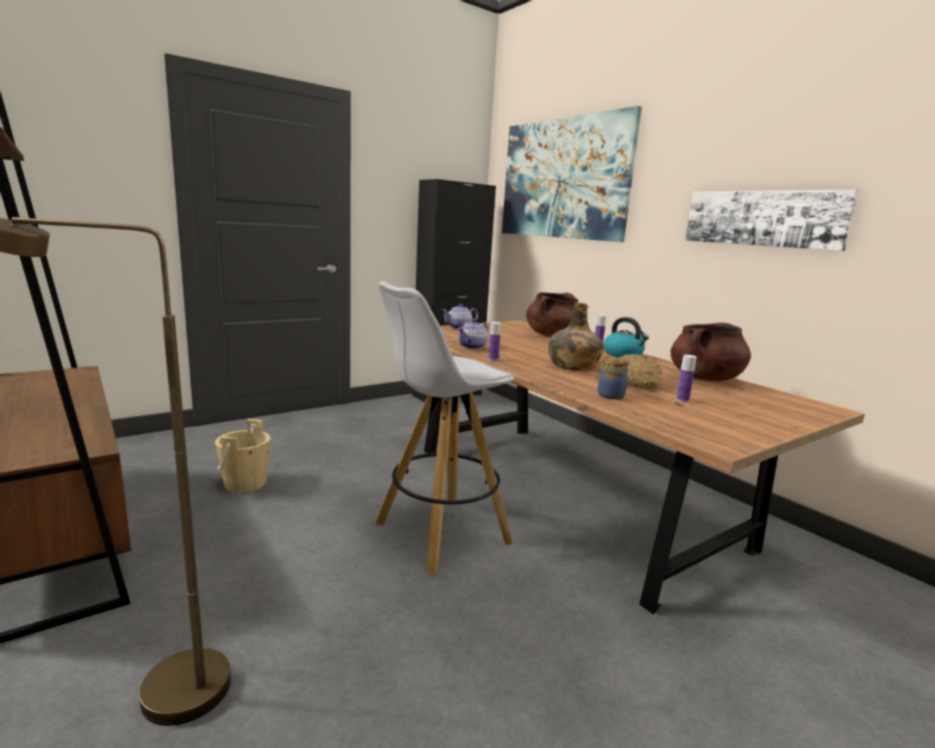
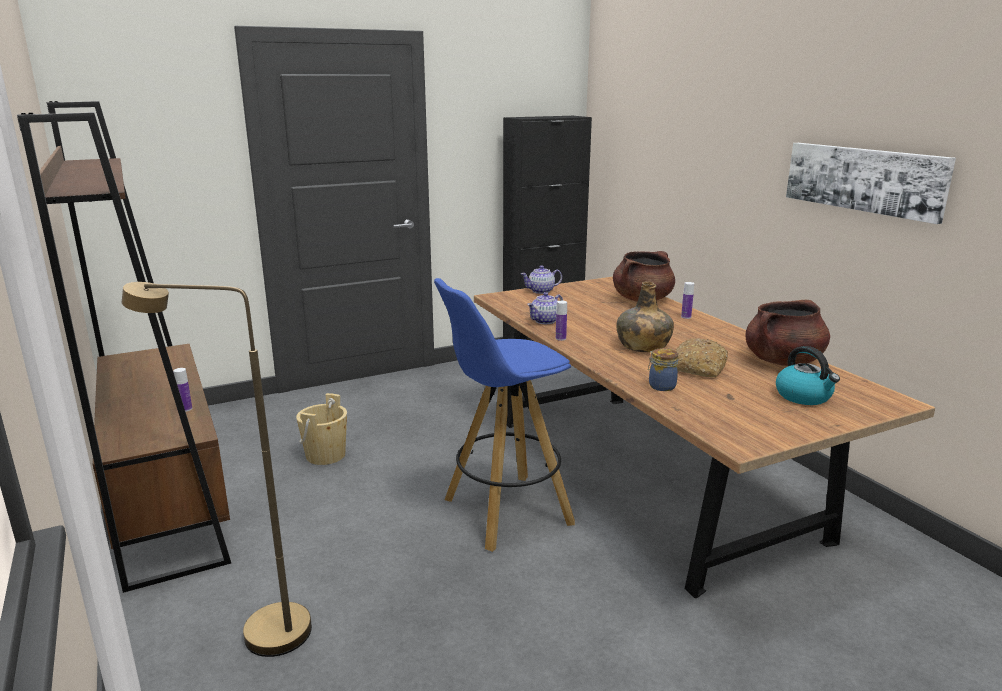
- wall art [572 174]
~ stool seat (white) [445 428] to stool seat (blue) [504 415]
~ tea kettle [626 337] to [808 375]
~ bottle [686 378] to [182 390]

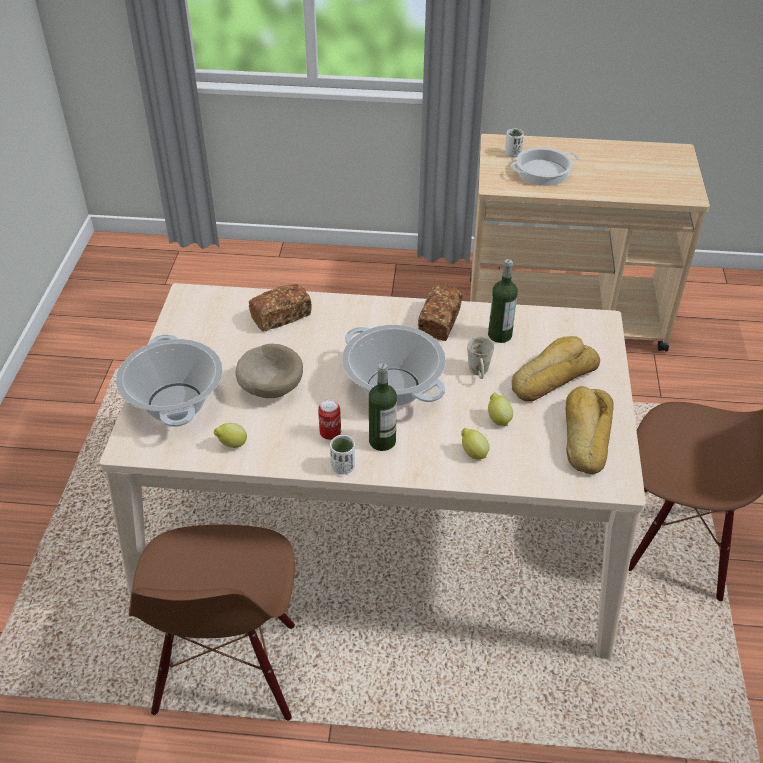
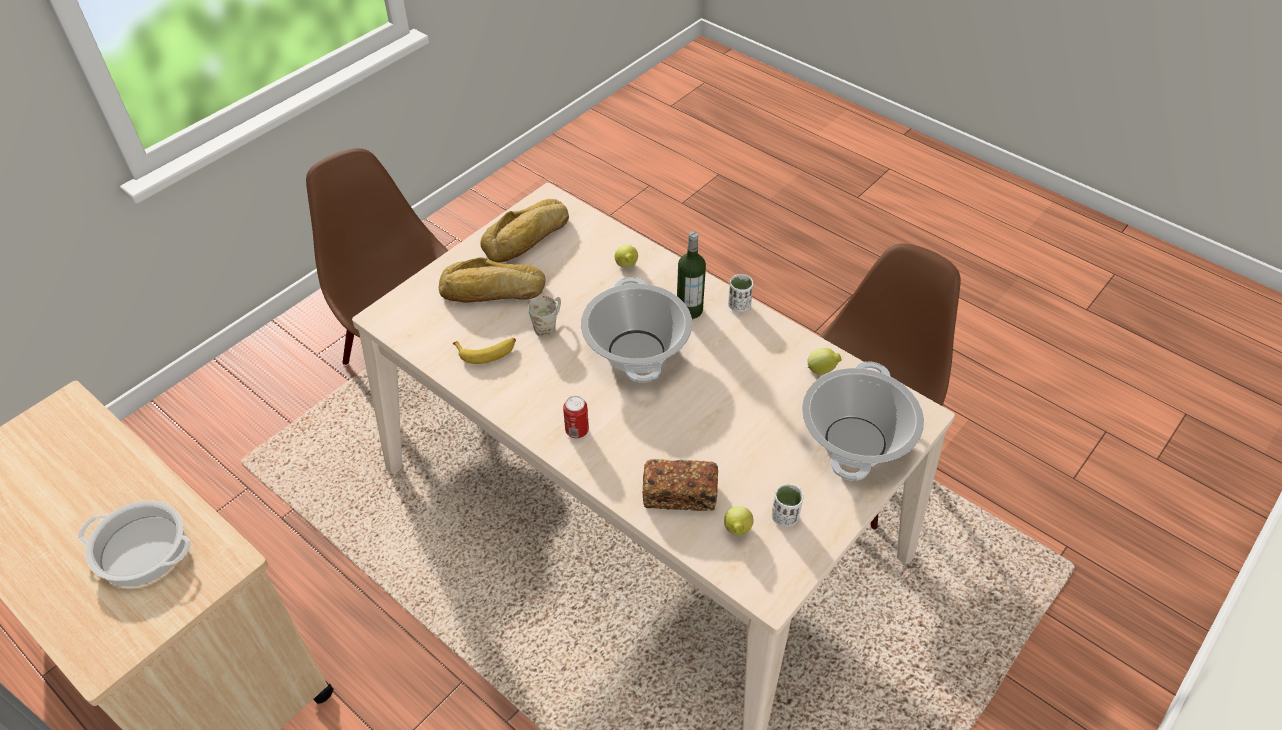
~ cup (white) [514 143] to [787 505]
~ bottle [503 301] to banana fruit [484 351]
- baked bread [440 312]
- serving bowl (beige) [269 371]
~ citrus fruit [500 409] to [738 521]
~ sealed can [329 419] to [576 417]

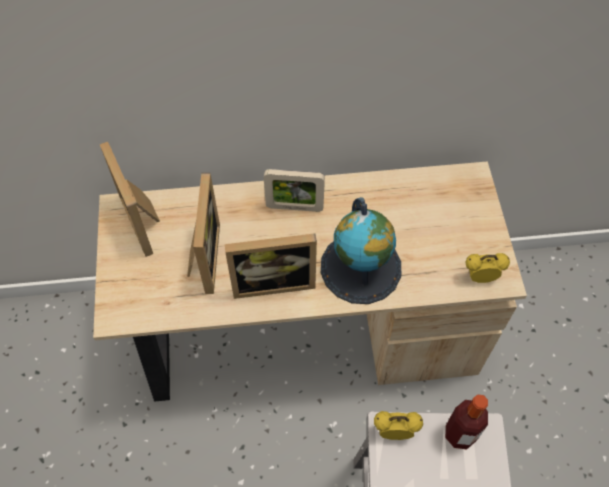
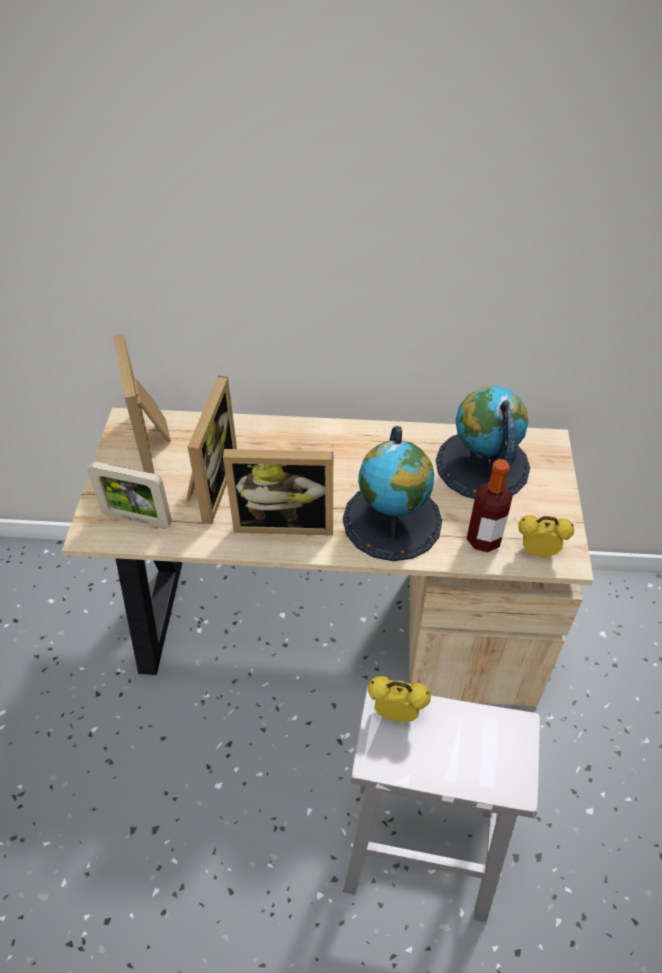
~ picture frame [294 190] to [129 495]
~ bottle [466 421] to [489 505]
+ desk globe [483 442]

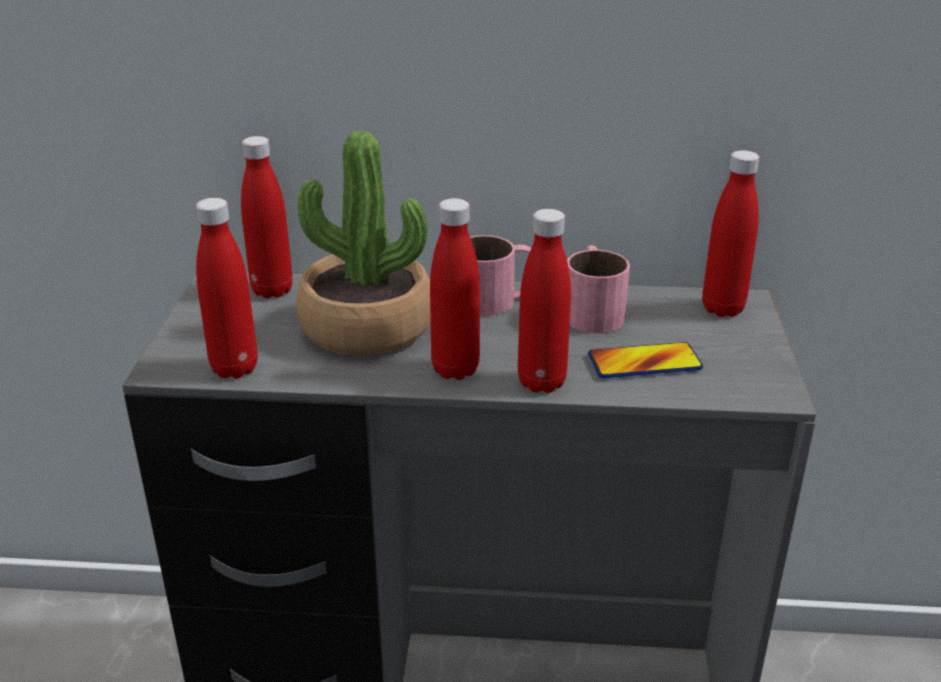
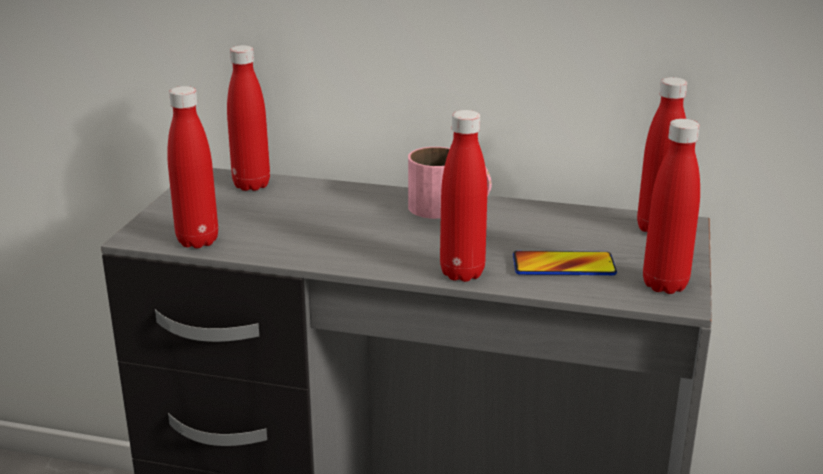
- houseplant [363 243]
~ bottle (reddish) [455 289] to [671 206]
- tea mug (pink) [598 289]

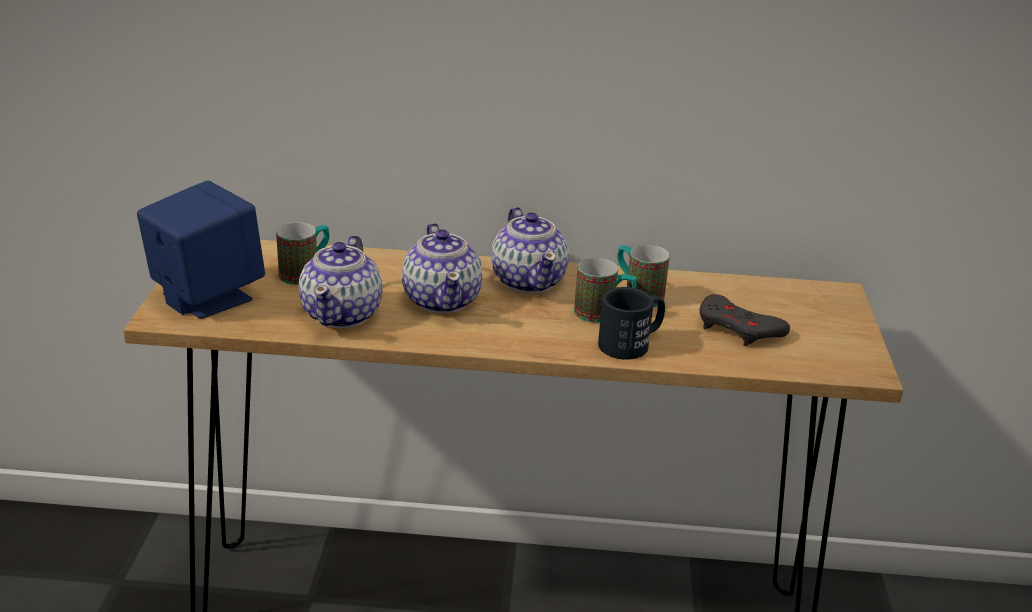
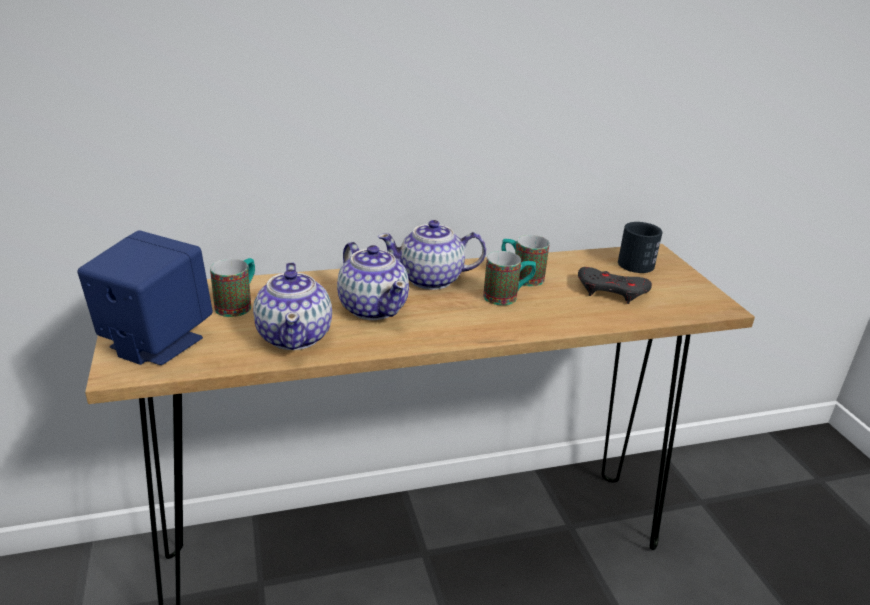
~ pot for tea [530 250] = [432 255] 120 degrees clockwise
~ tea mug (black) [631 323] to [640 247]

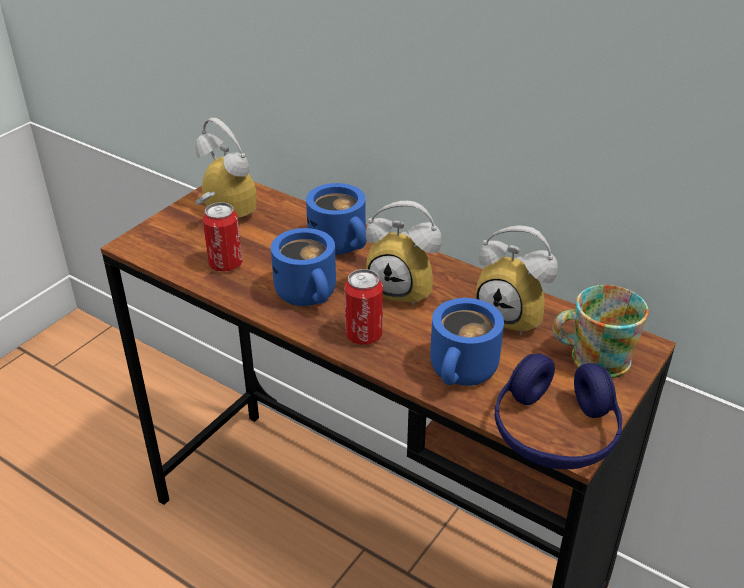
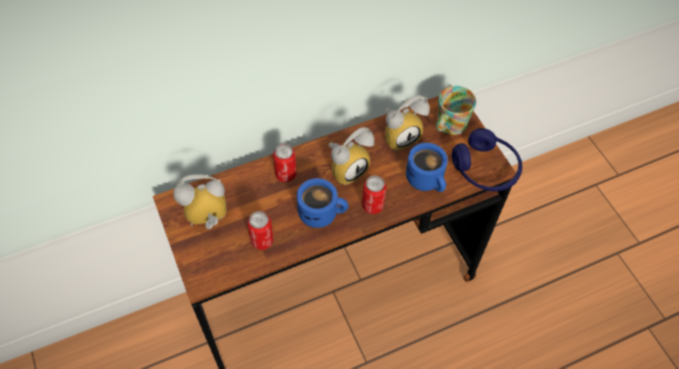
~ tea mug (blue) [336 219] to sealed can [285 163]

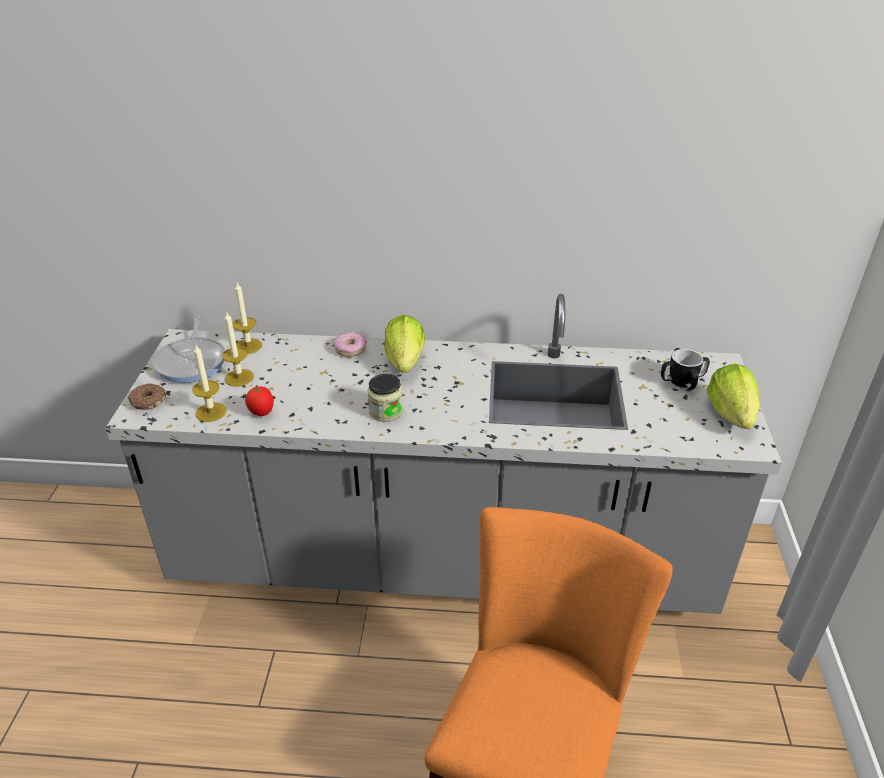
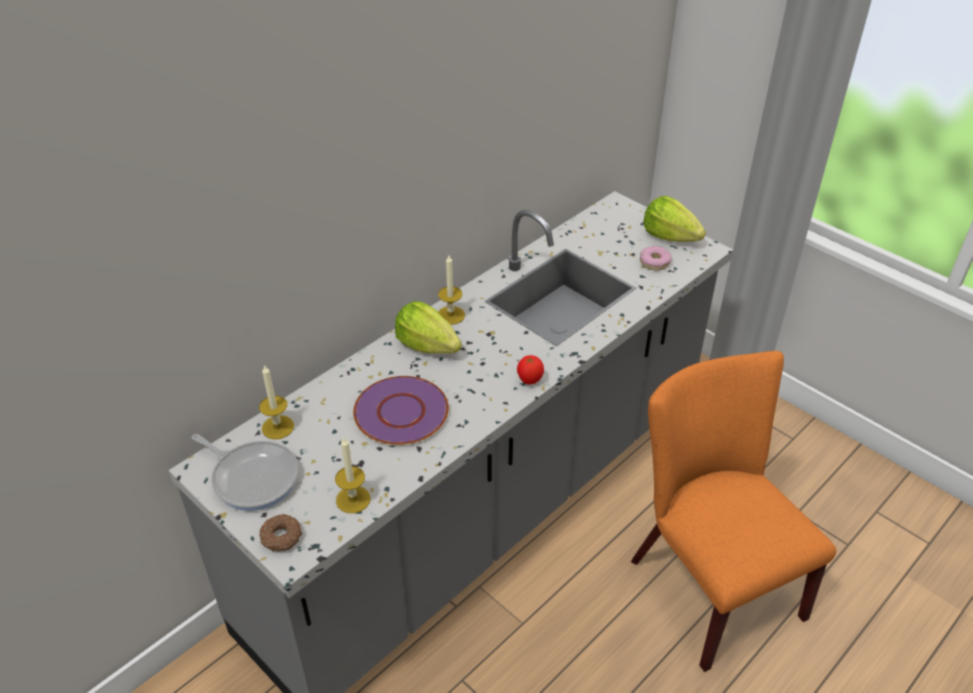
~ wax light [238 348] to [451 290]
~ doughnut [350 344] to [655 258]
- tea mug [685 369]
- storage jar [385 398]
~ whole tomato [259 401] to [530 370]
+ dinner plate (purplish) [401 410]

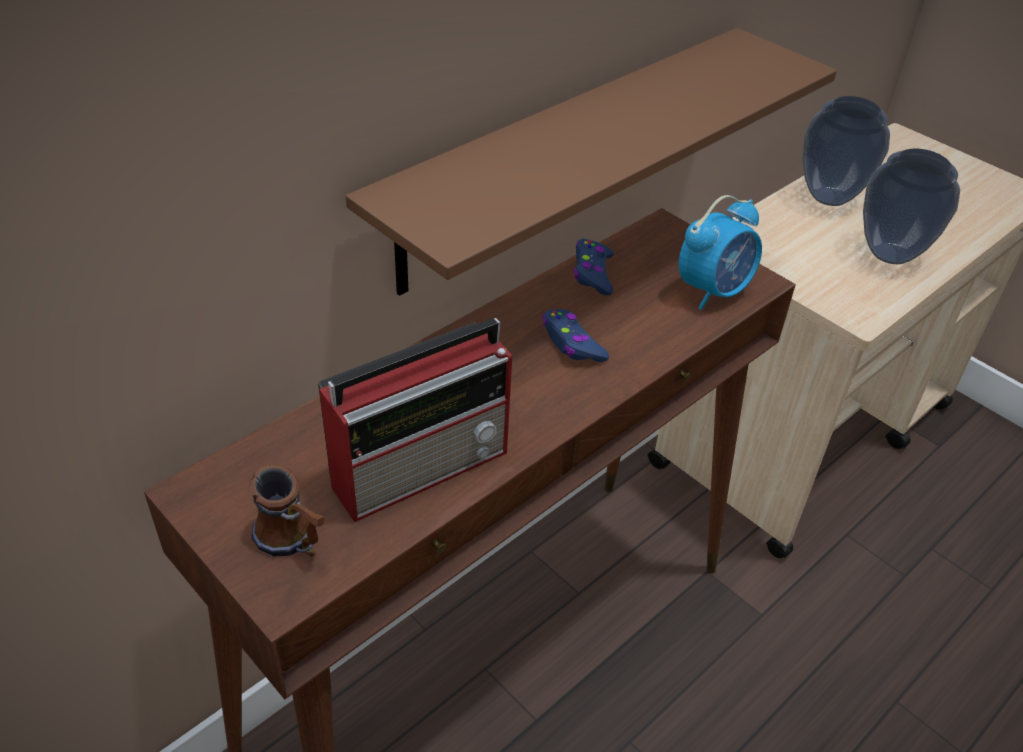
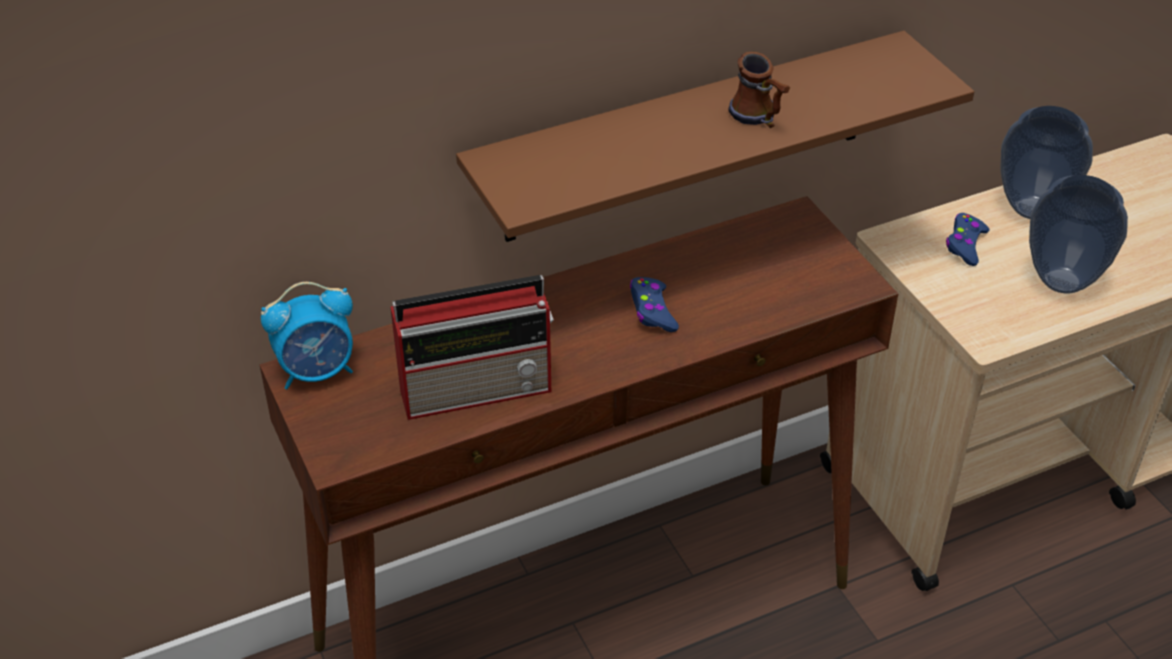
~ table clock [720 252] to [307 335]
~ game controller (blue) [593 267] to [967 239]
~ tea mug [287 510] to [759 90]

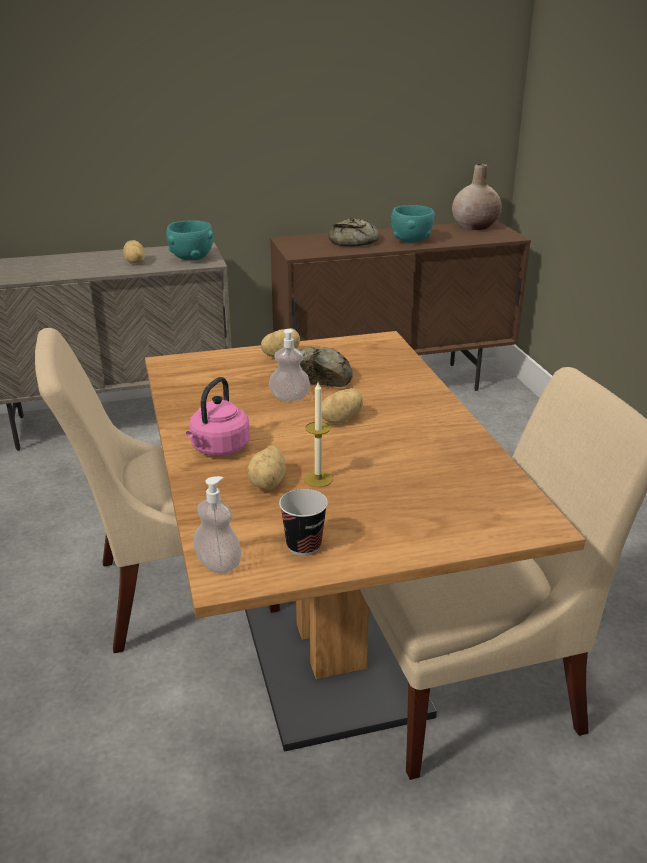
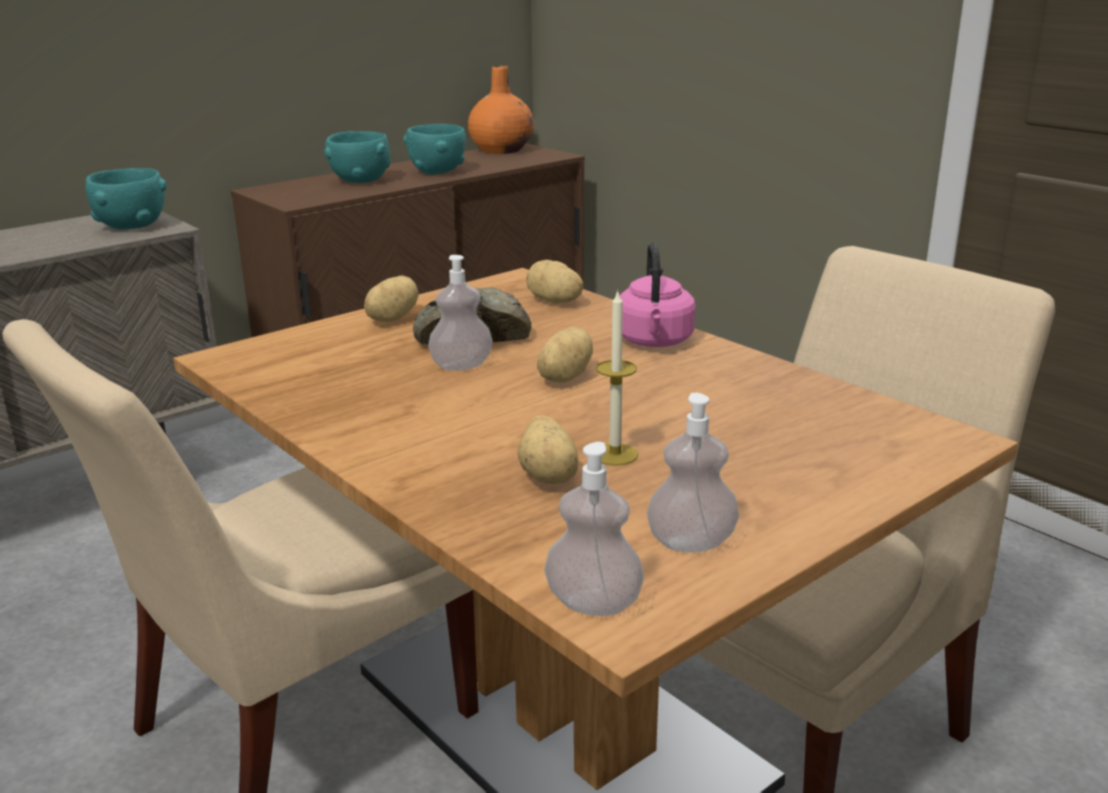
~ vase (beige) [477 197] to vase (orange-coloured) [501 110]
~ baked bread [354 232] to serving bowl (turquoise-coloured) [357 157]
~ spud [134 251] to [555 281]
~ tea kettle (pink) [218 416] to [658 295]
~ cup [303 522] to soap bottle [693 472]

